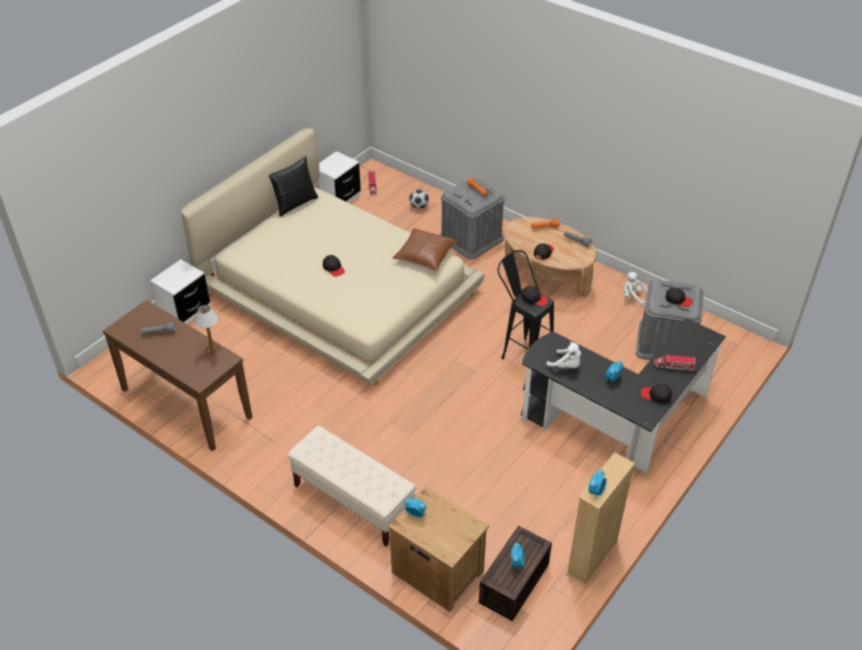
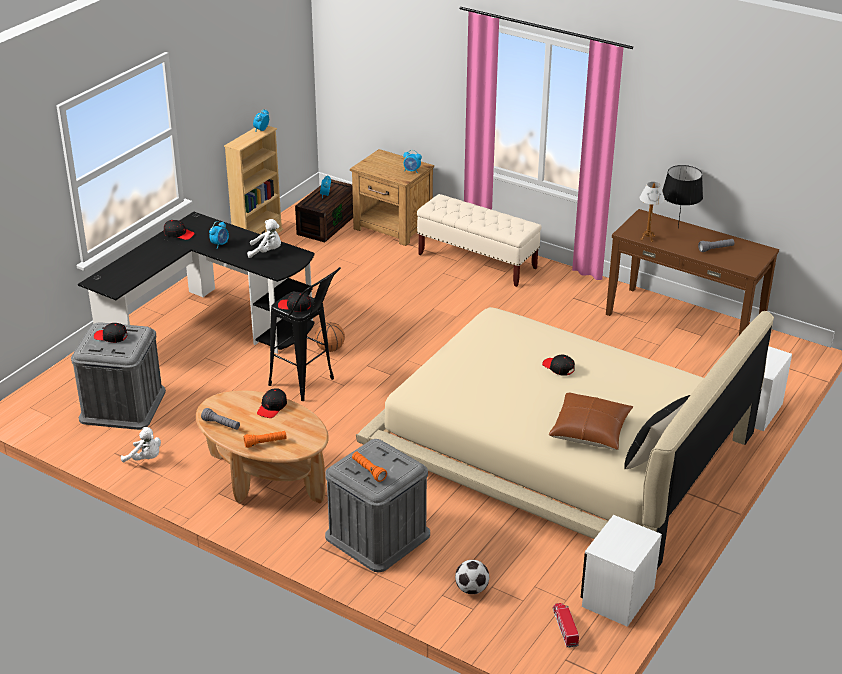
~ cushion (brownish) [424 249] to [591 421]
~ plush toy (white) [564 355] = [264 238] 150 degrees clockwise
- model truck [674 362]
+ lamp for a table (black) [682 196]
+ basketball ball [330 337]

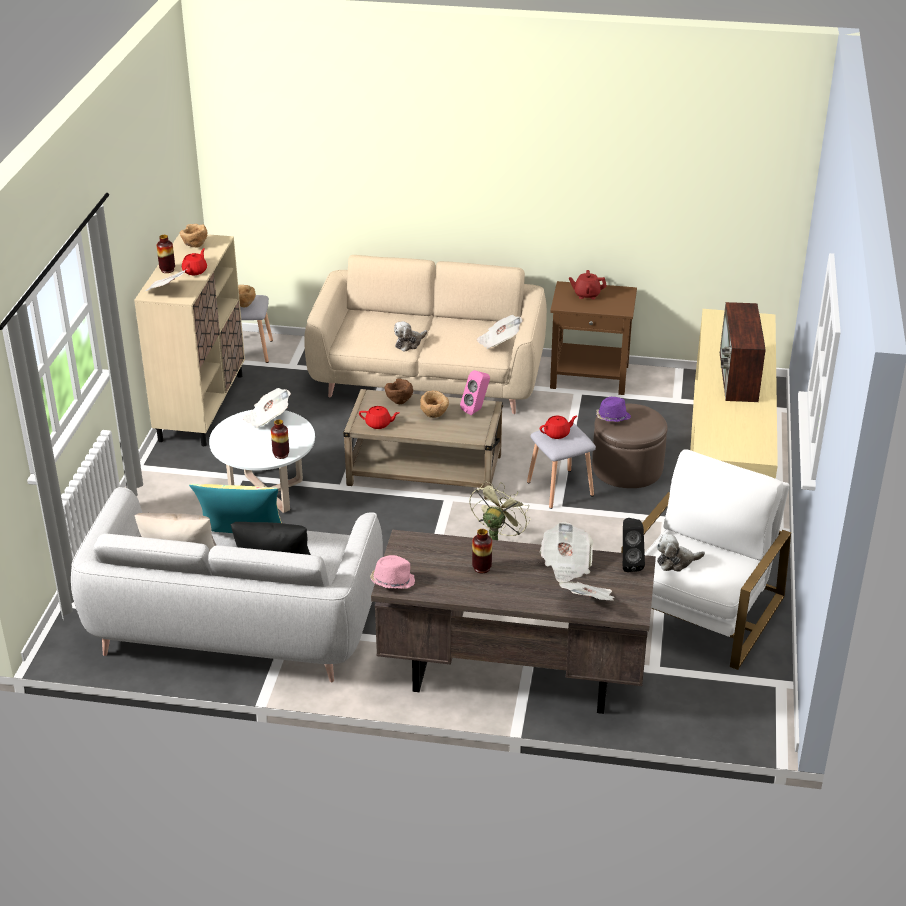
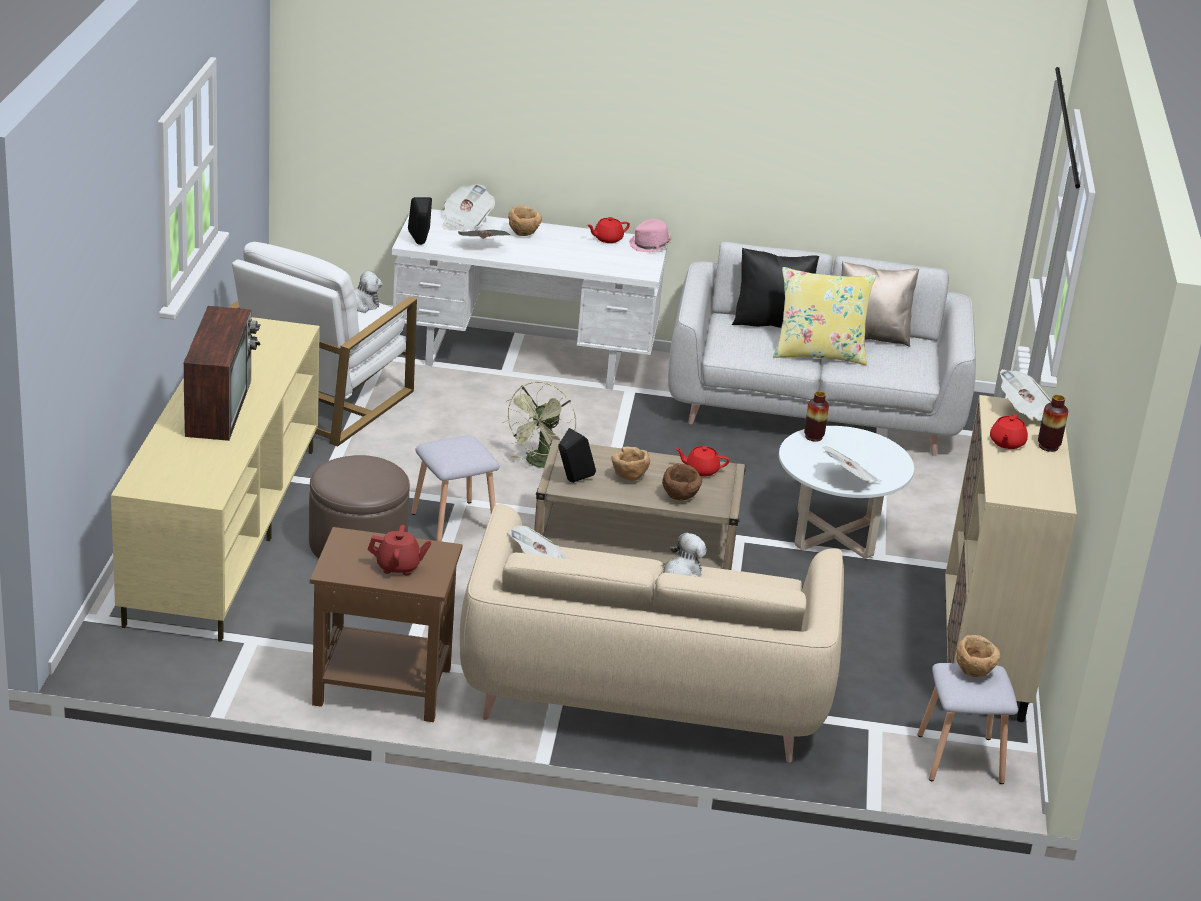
~ serving bowl (brownish) [193 236] to [525 220]
~ speaker (pink) [475 392] to speaker (black) [577 455]
- hat (purplish) [613 409]
~ pot for tea (reddish) [558 427] to [608 230]
- vase [482 551]
~ desk (brownish) [513 622] to desk (white) [530 299]

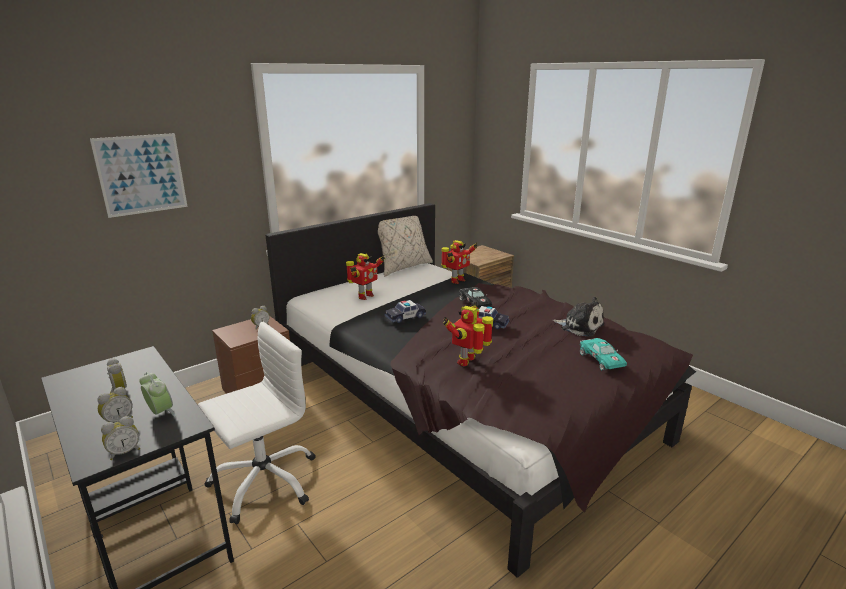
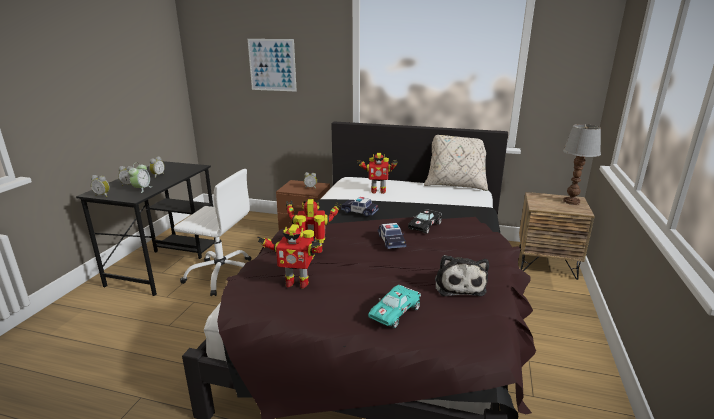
~ toy robot [459 262] to [288 256]
+ lamp for a table [582 164]

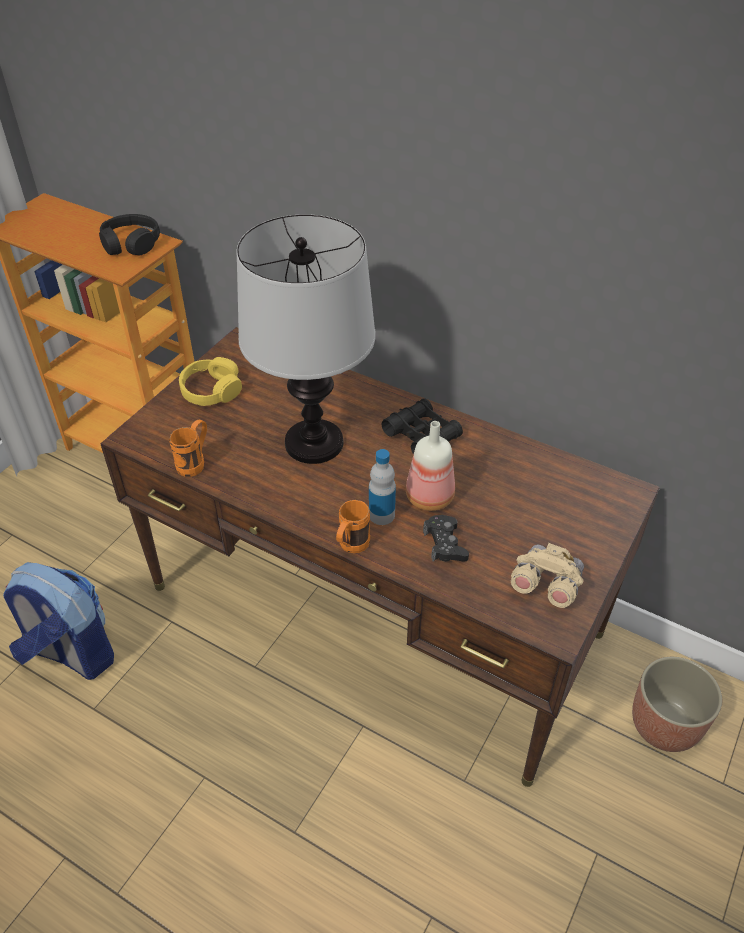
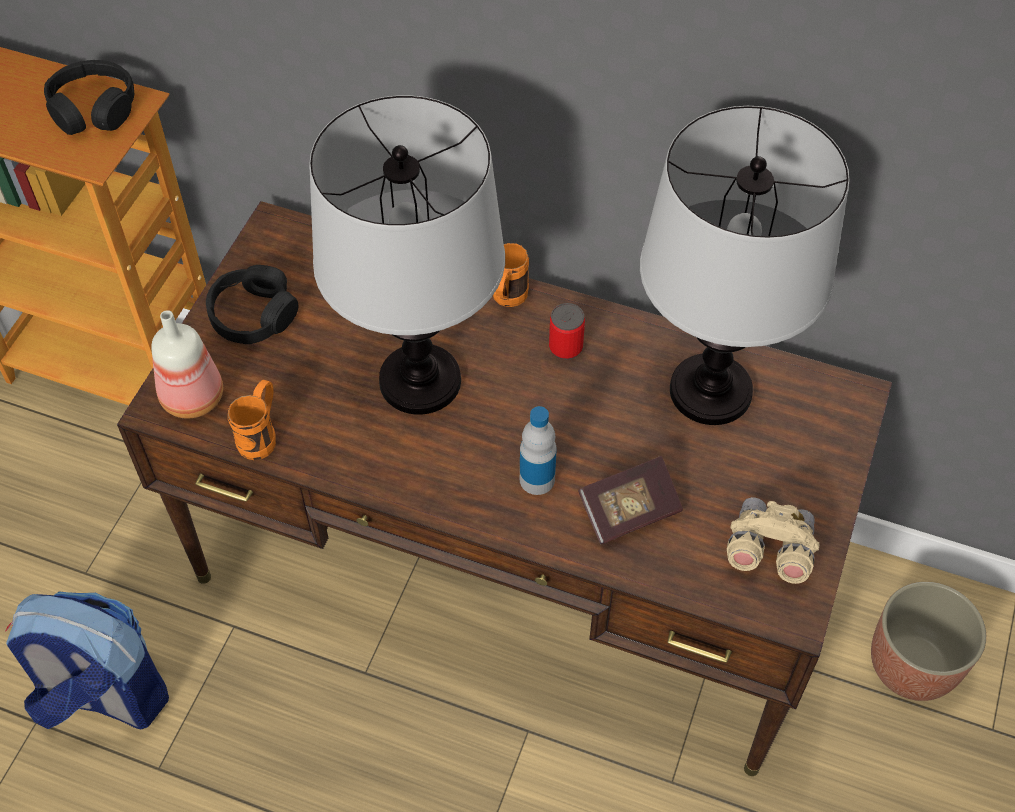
~ headphones (yellow) [210 381] to headphones (black) [252 304]
~ pair of binoculars (black) [422 426] to sealed can [567 331]
~ bottle [430 466] to [187 364]
~ tea mug (orange-coloured) [353 526] to [511 275]
~ game controller (black) [446 538] to bound book [630 500]
+ lamp for a table [744 265]

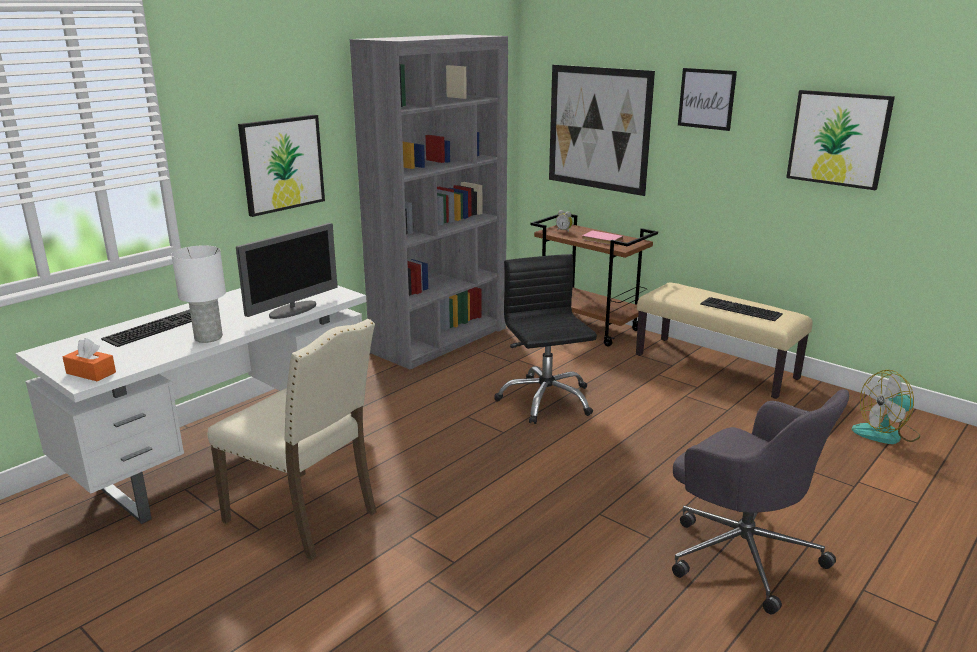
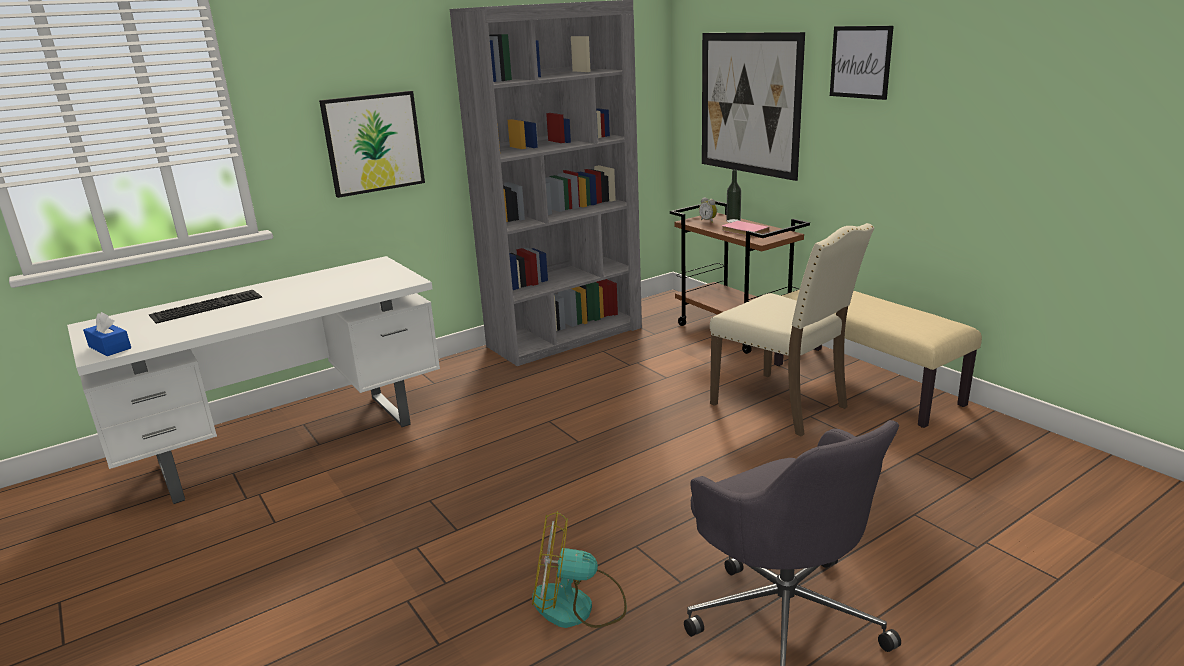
- wall art [840 140]
- computer screen [287 271]
- lamp for a table (white) [198 294]
- office chair (black) [545 339]
- keyboard [741 309]
~ chair (beige) [292 439] to [792 329]
~ tissue holder (orange-coloured) [89 359] to tissue holder (blue) [107 334]
~ electric fan [886 407] to [579 569]
+ bottle [733 196]

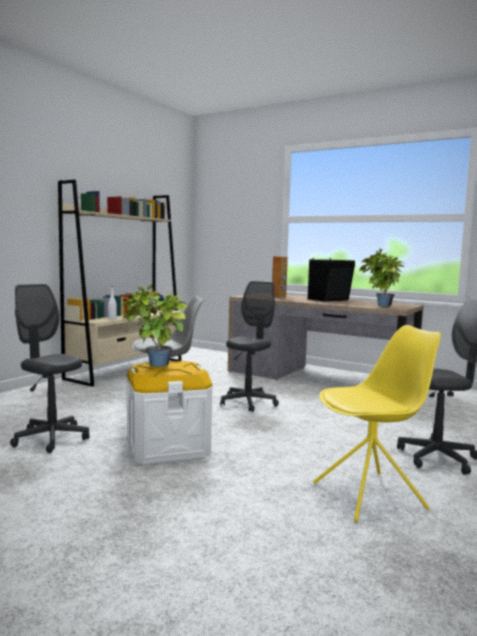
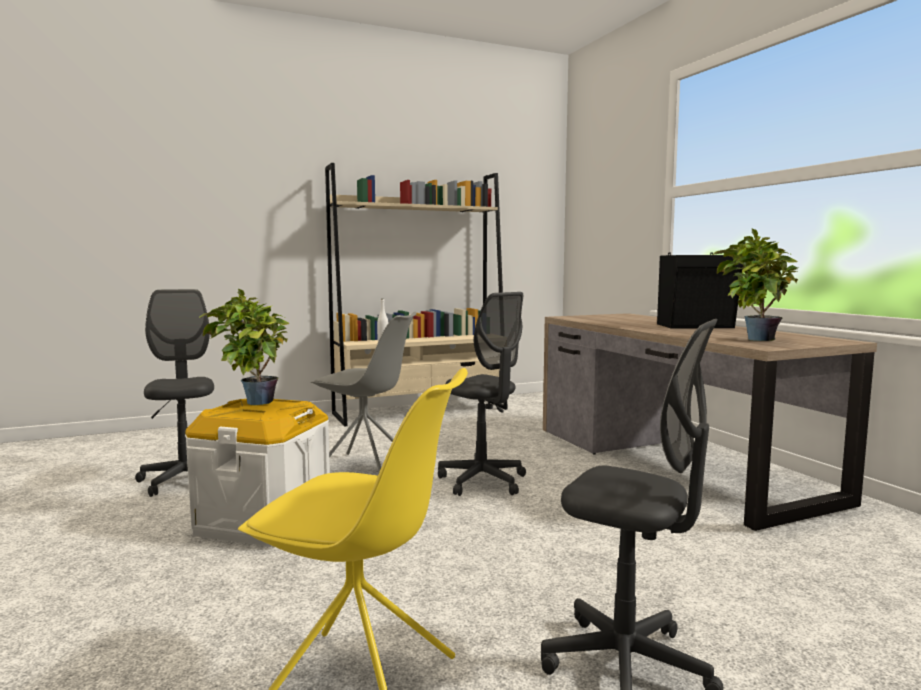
- speaker (brownish) [280 277]
~ office chair (grey) [249 346] = [482 394] 75 degrees clockwise

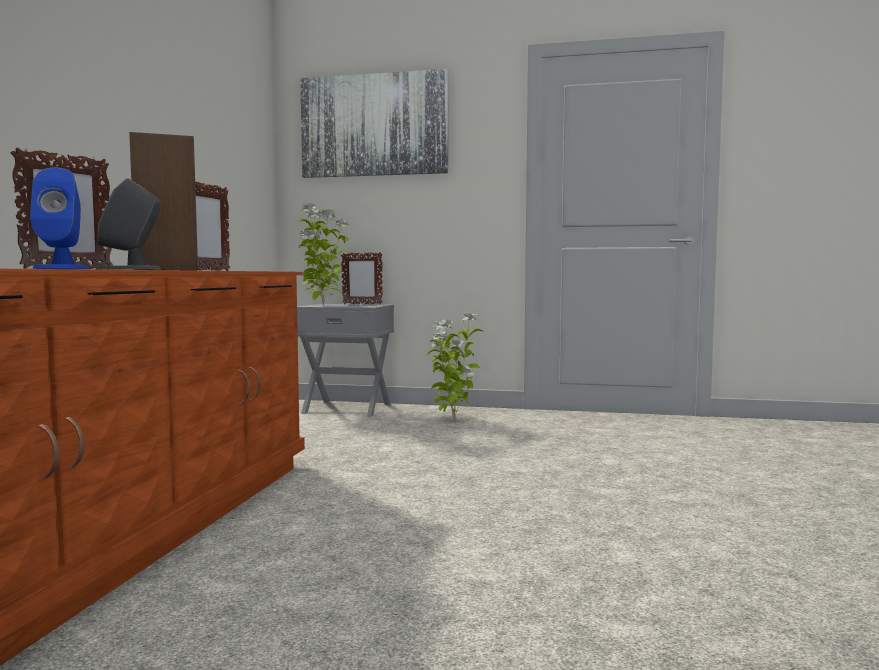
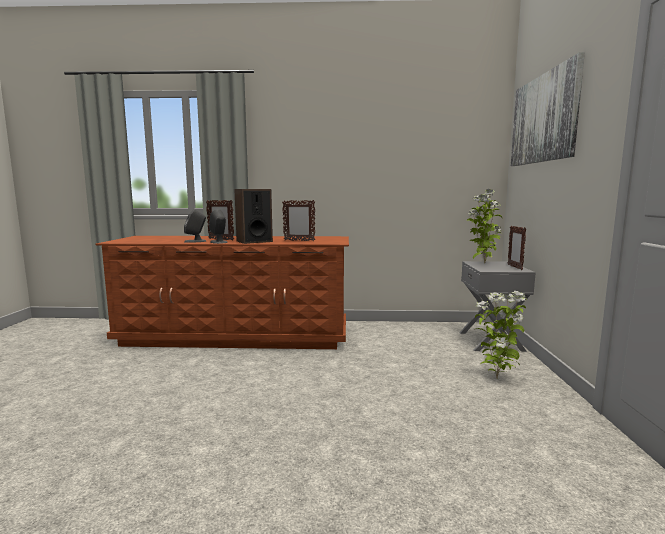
~ speaker (blue) [59 218] to speaker (grey) [195 226]

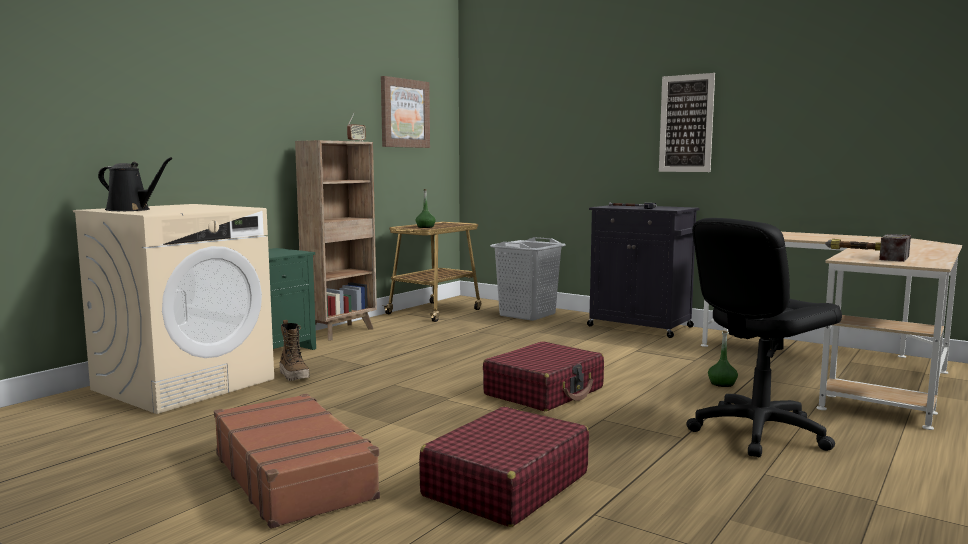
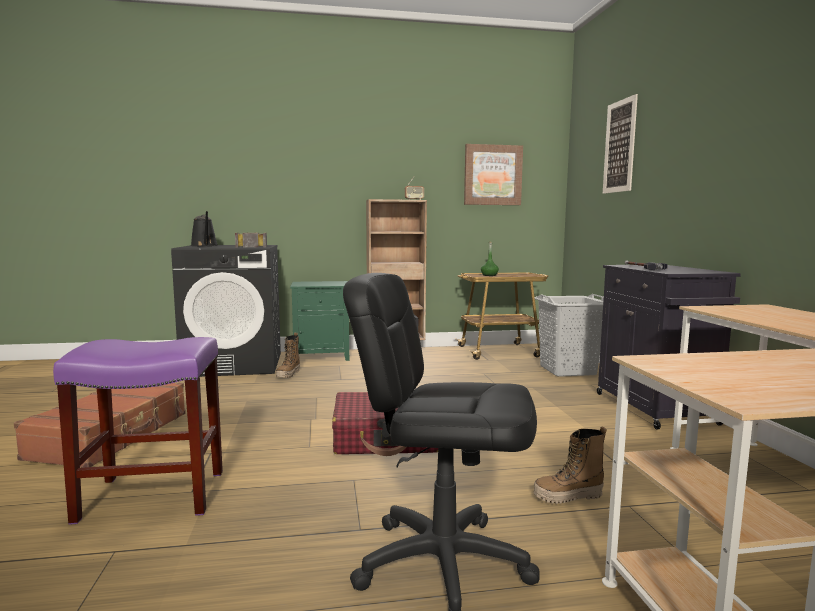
~ wall art [687 122] to [620 144]
~ laundry appliance (beige) [173 309] to laundry appliance (black) [226 311]
~ tool hammer [868 248] to [251 240]
~ bottle (green-coloured) [723 358] to boot [570 465]
~ piece of luggage (reddish) [504 466] to stool seat (purplish) [138 431]

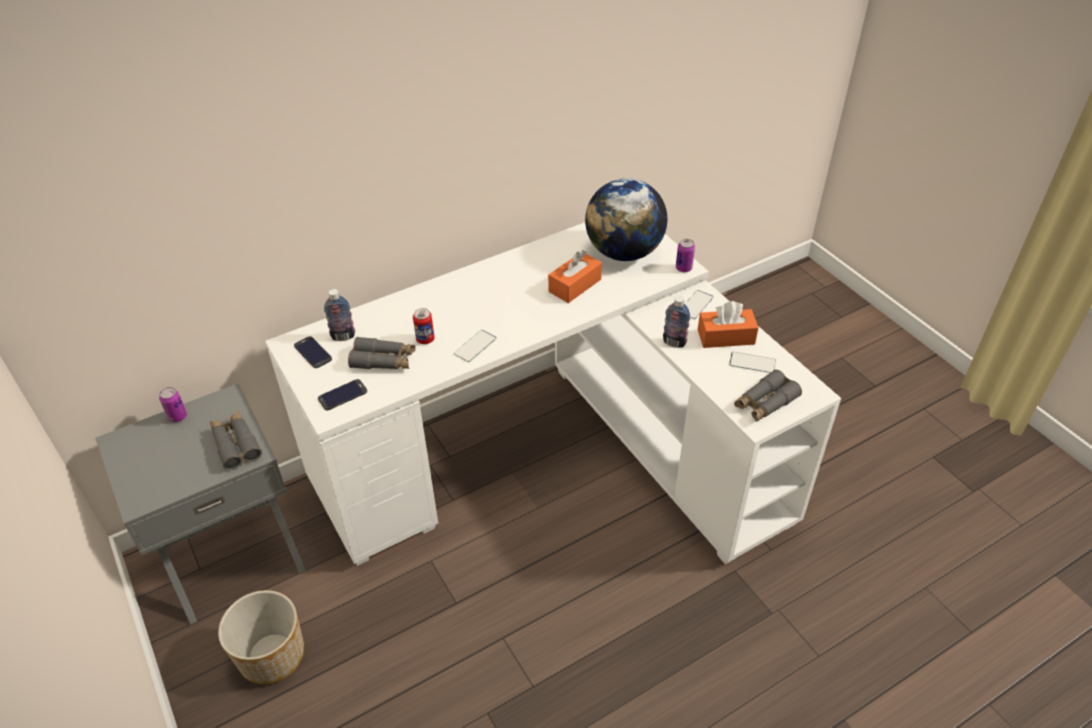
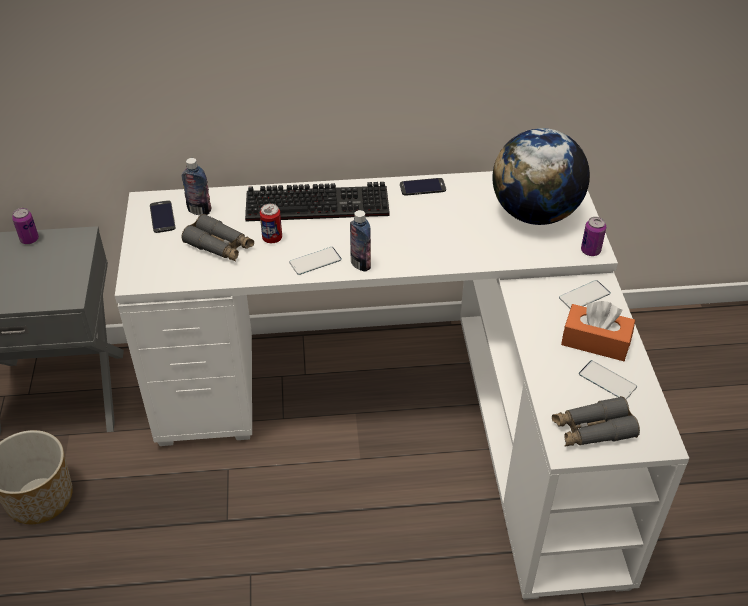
- tissue holder (orange-coloured) [575 276]
~ bottle [676 322] to [360 241]
~ handset [342 394] to [423 187]
- pair of binoculars (grey) [236 440]
+ keyboard [317 202]

